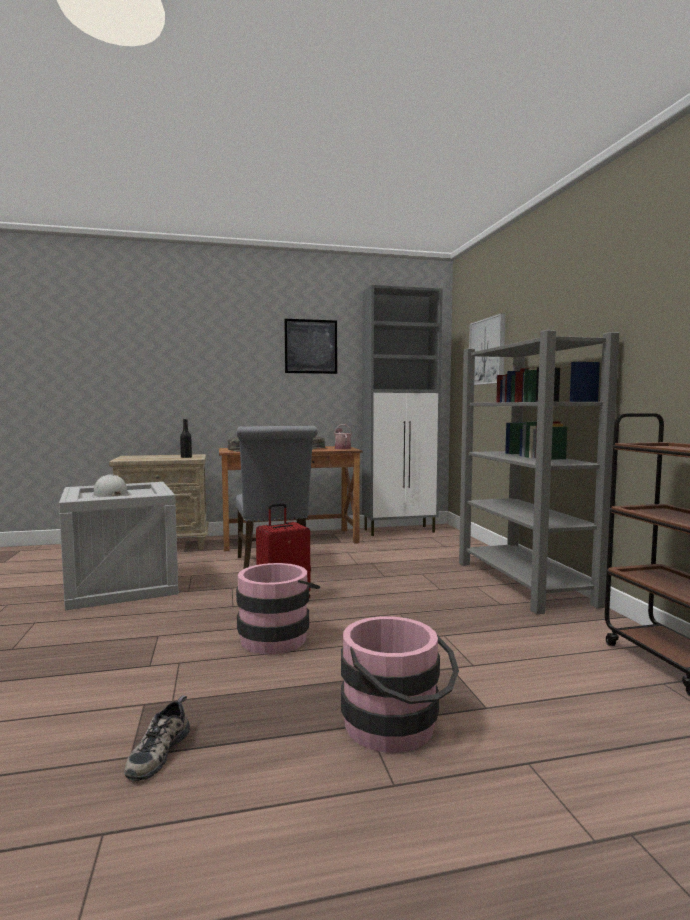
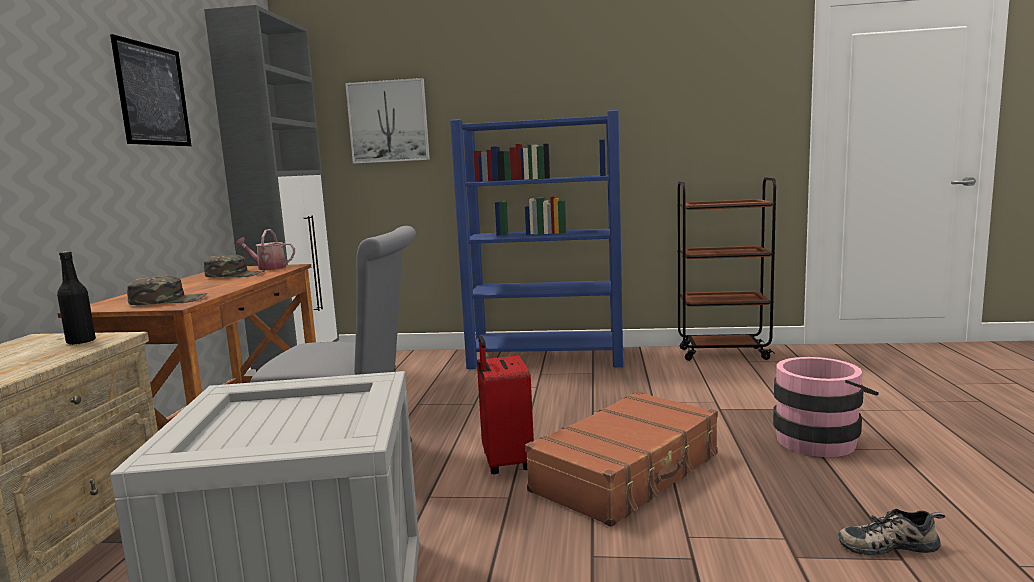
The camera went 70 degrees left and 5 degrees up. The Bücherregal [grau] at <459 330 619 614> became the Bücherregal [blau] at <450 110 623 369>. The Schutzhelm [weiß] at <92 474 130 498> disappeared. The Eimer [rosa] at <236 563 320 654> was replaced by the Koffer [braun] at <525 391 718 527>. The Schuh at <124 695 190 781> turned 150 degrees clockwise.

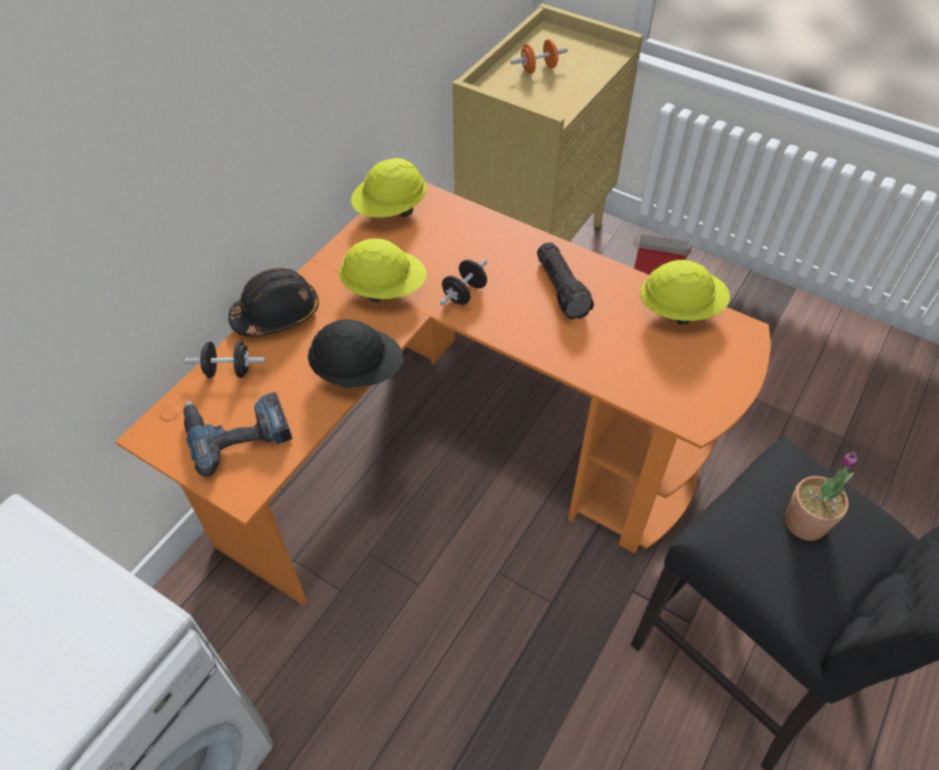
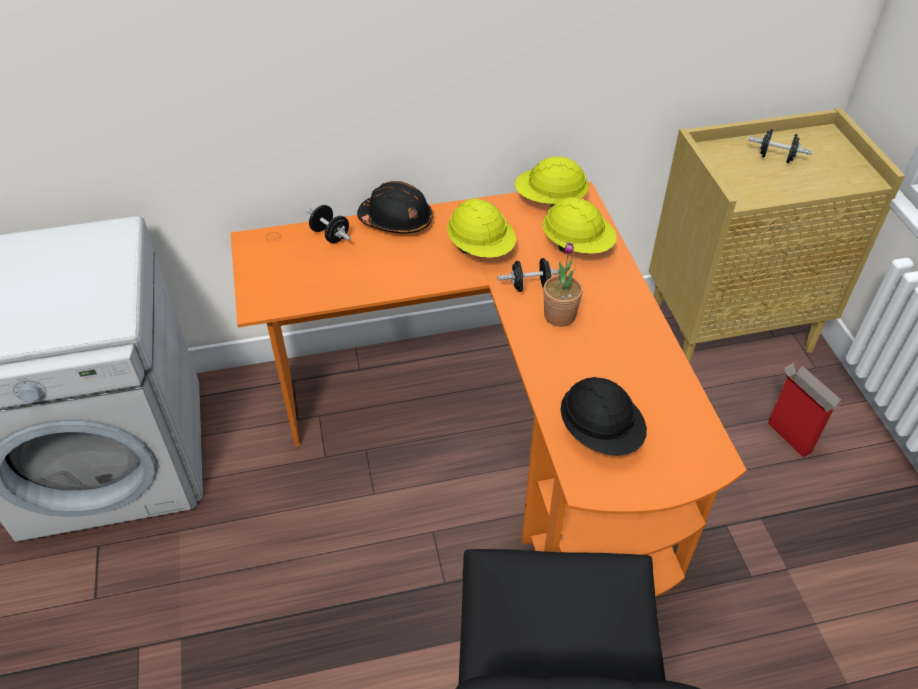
The camera went 45 degrees right and 5 degrees down. The Hantel [orange] at <511 39 568 74> became the Hantel [schwarz] at <748 129 812 163>. The Taschenlampe at <537 242 594 320> disappeared. The Schutzhelm [gelb] moved from <640 260 730 325> to <542 197 617 254>. The Schutzhelm [schwarz] moved from <308 319 403 388> to <560 377 647 456>. The Bohrmaschine at <183 392 292 477> disappeared. The Topfpflanze moved from <785 452 857 541> to <543 242 583 327>.

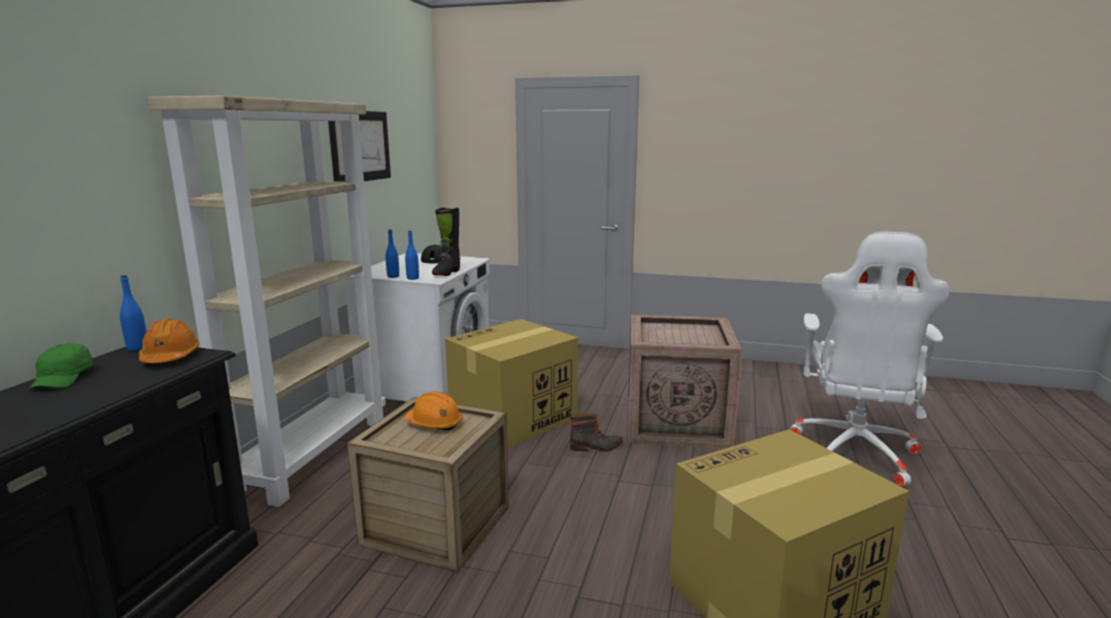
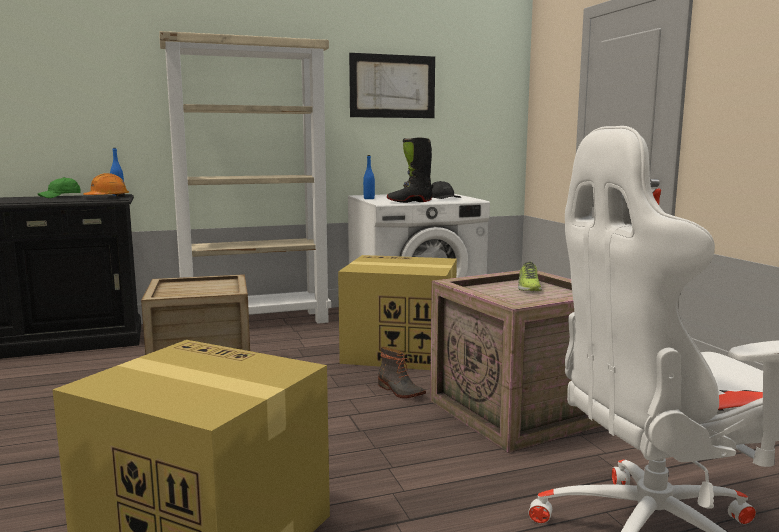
The camera went 55 degrees right and 5 degrees down. The Flasche [blau] at <405 231 419 280> disappeared. The Schutzhelm [orange] at <404 391 463 431> disappeared. The Schuh at <518 261 542 291> appeared.

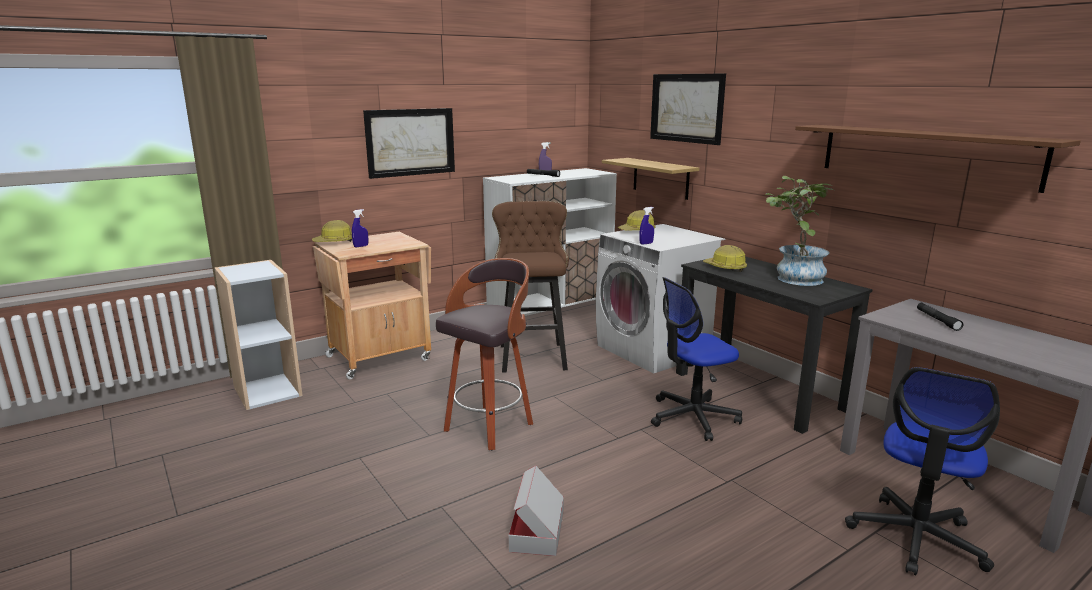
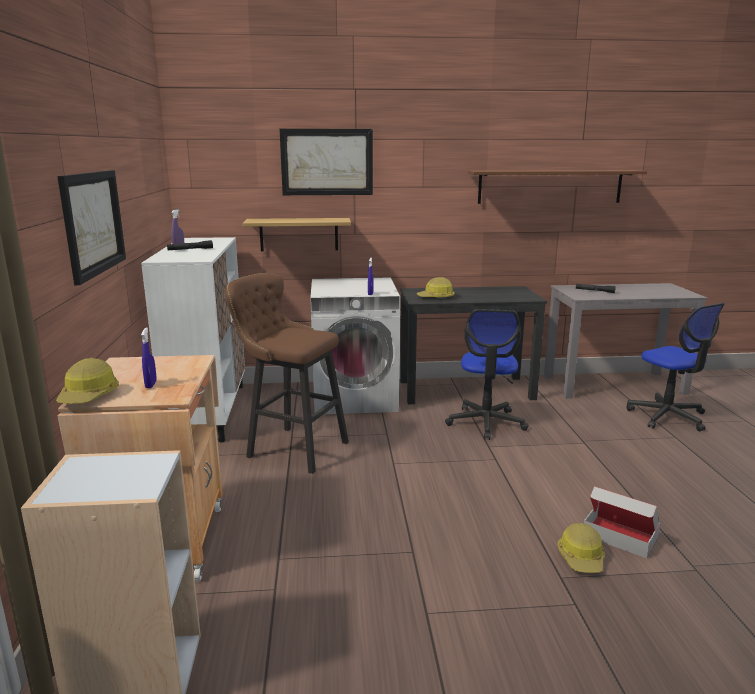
The camera went 60 degrees left and 0 degrees up. The Topfpflanze at <766 176 834 286> disappeared. The Schutzhelm moved from <618 210 656 231> to <557 523 605 573>. The Hocker at <436 258 533 451> disappeared.

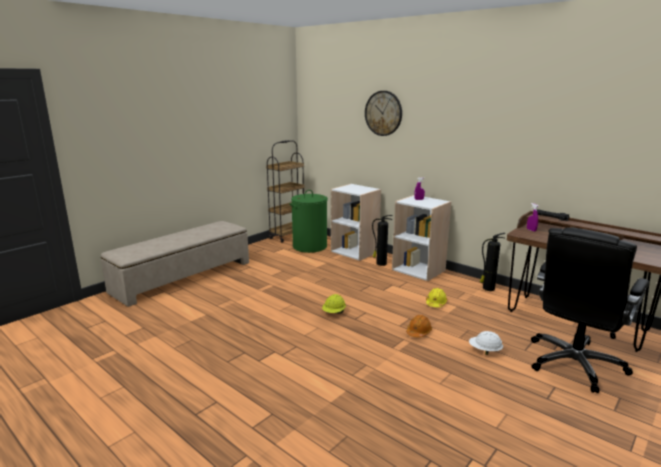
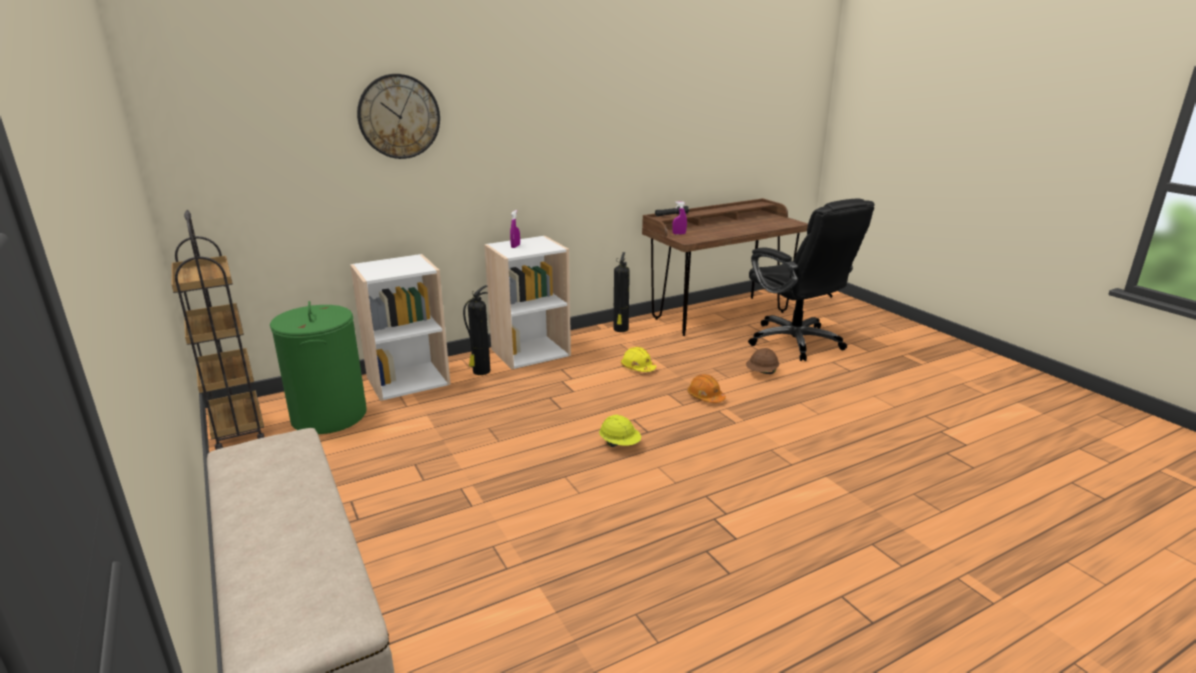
The camera went 70 degrees left and 5 degrees up. The Schutzhelm [weiß] at <469 331 503 355> became the Schutzhelm [braun] at <746 348 779 374>.

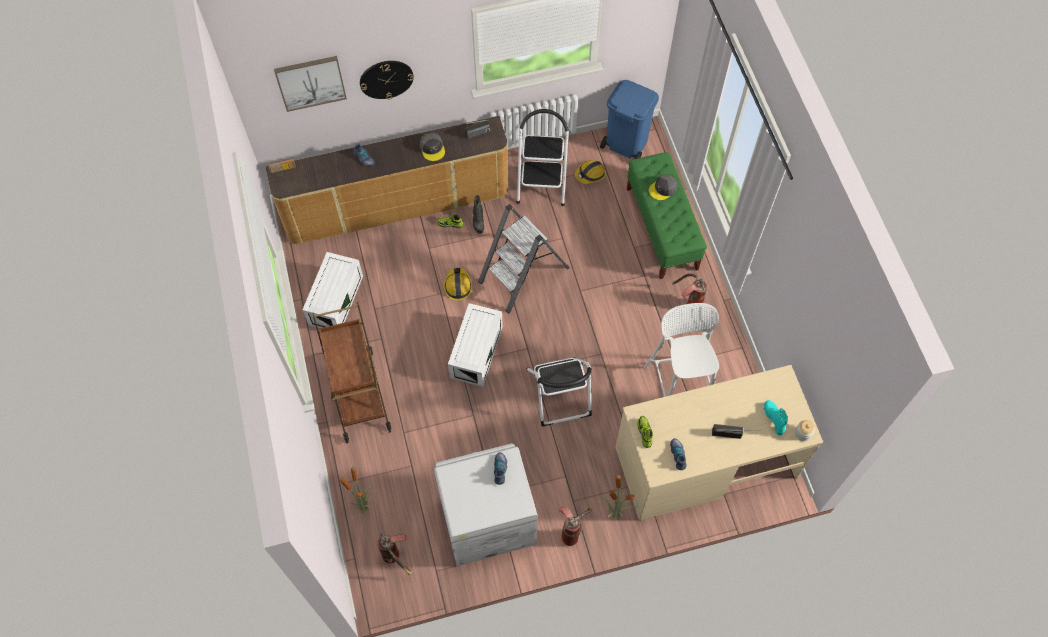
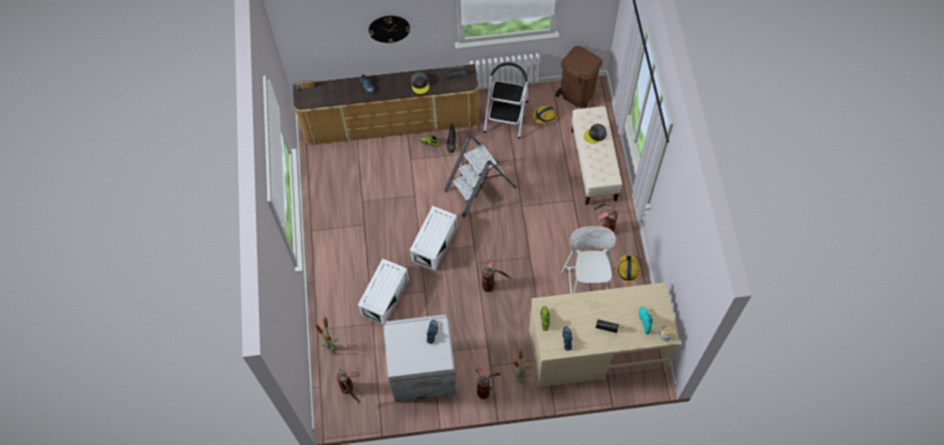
The camera went 10 degrees right and 0 degrees up. The Bild at <274 56 347 112> disappeared. The Mülleimer [blau] at <600 80 659 159> became the Mülleimer [braun] at <555 46 603 109>. The Bank [grün] at <627 152 707 279> became the Bank [beige] at <571 106 622 205>. The Aufbewahrungsbox [weiß] moved from <302 252 363 328> to <358 258 409 325>. The Schutzhelm moved from <444 268 473 301> to <617 255 640 282>. The Rollwagen [braun] at <312 302 392 443> disappeared. The Trittleiter at <526 357 592 426> was replaced by the Feuerlöscher at <481 260 512 292>.

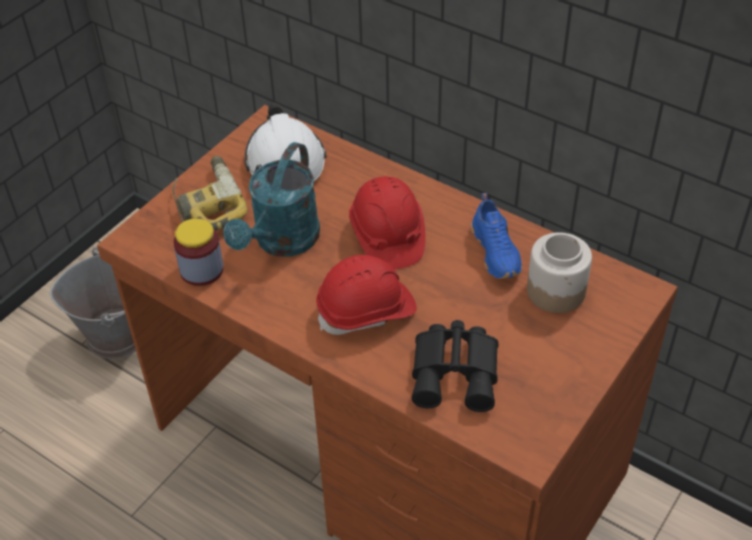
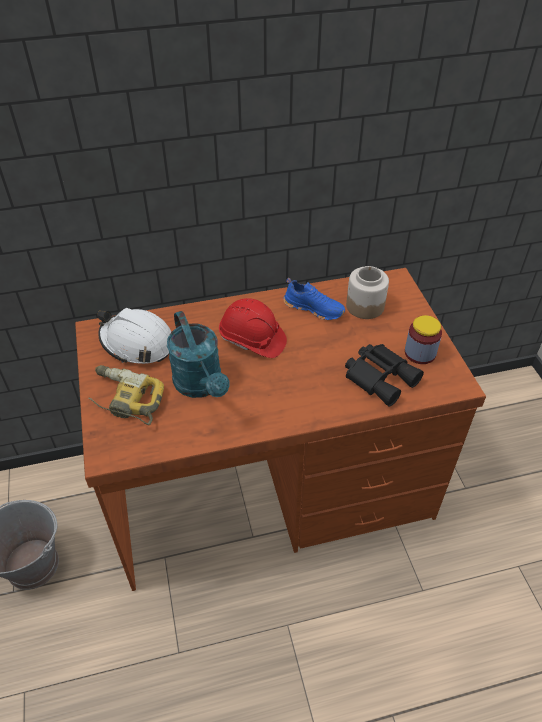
The camera went 50 degrees left and 0 degrees up. The Vorratsglas moved from <173 218 224 286> to <405 315 442 364>. The Schutzhelm [rot] at <316 255 417 335> disappeared.

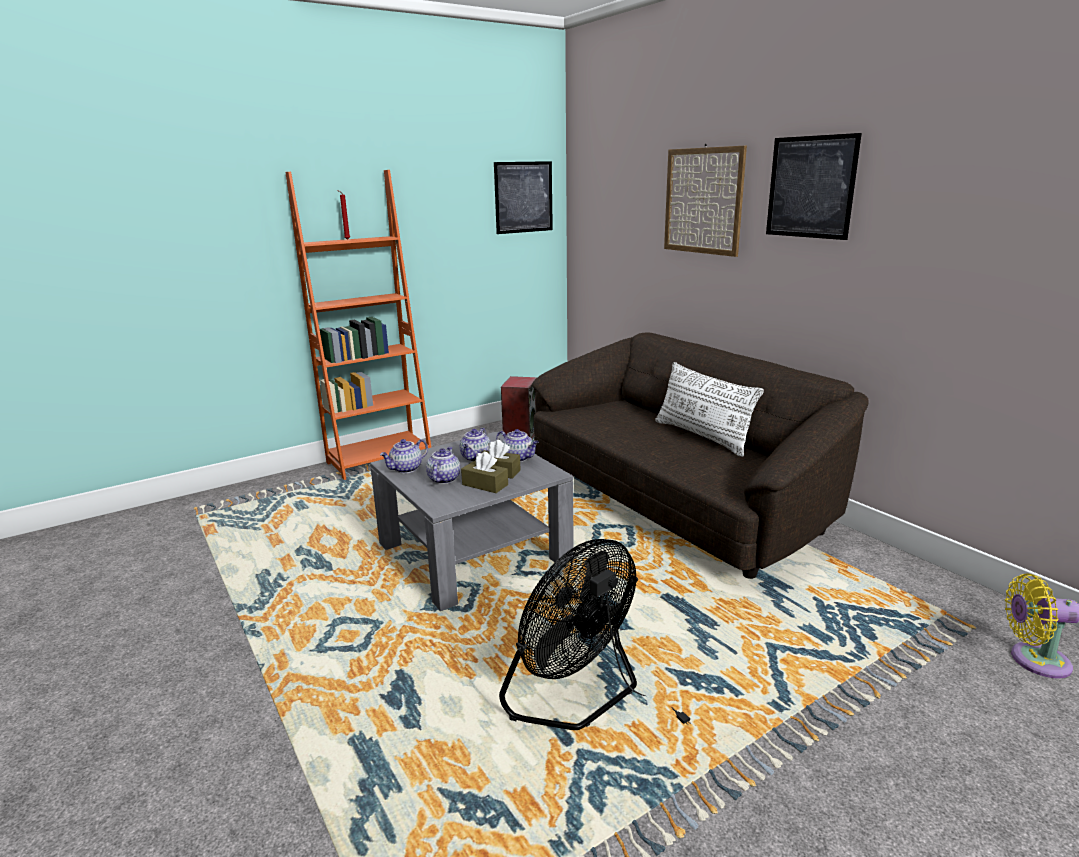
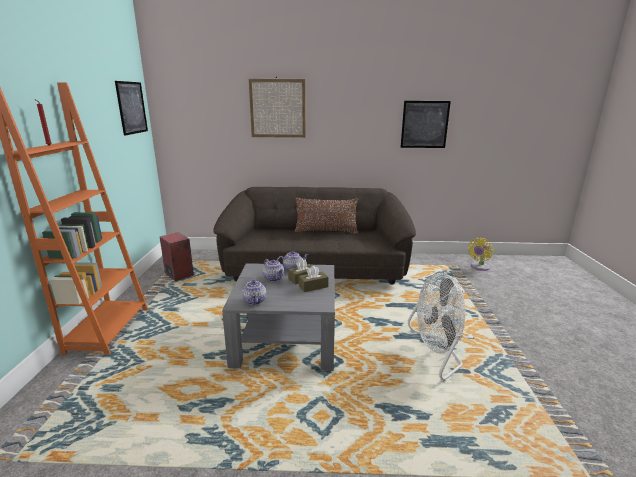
The camera went 55 degrees left and 0 degrees up. The Bild moved from <766 133 862 240> to <401 101 451 148>. The Kissen [weiß] at <655 362 764 457> became the Kissen [braun] at <295 198 358 234>. The Teekanne at <426 447 460 484> disappeared. The Ventilator [schwarz] at <499 539 690 730> became the Ventilator [weiß] at <408 272 474 382>.

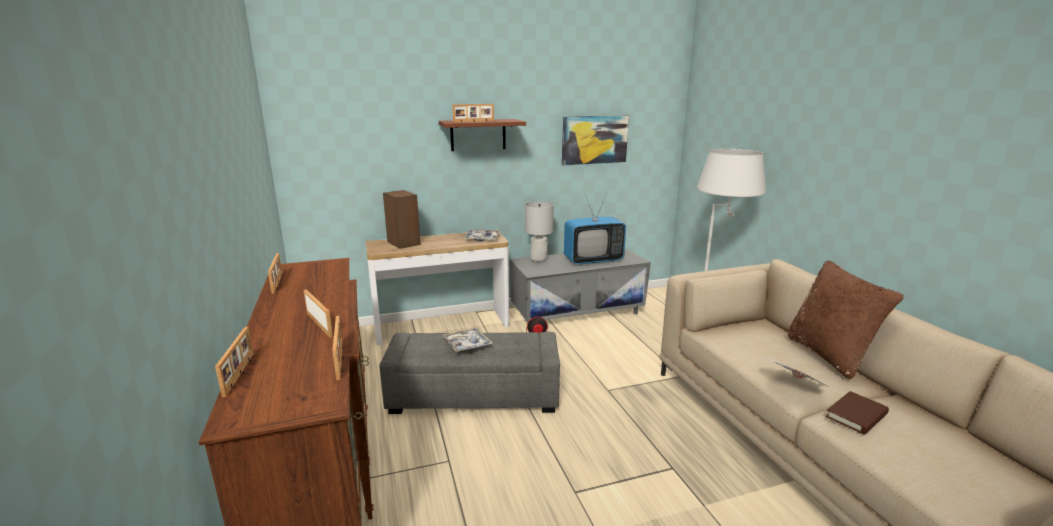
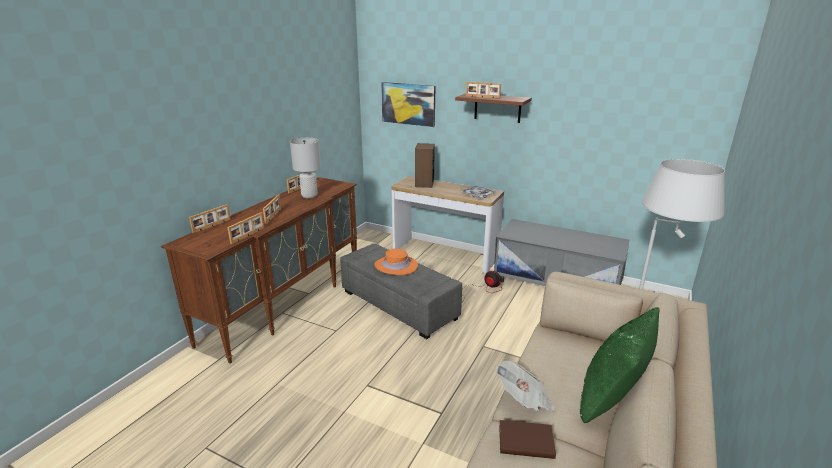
The camera went 45 degrees right and 5 degrees up. The Bild moved from <562 115 629 165> to <381 82 435 127>. The Fernseher at <564 192 626 265> disappeared. The Tischlampe [grau] moved from <525 201 554 262> to <290 138 321 198>. The Kissen [braun] at <787 261 904 379> became the Kissen [grün] at <580 307 659 423>. The Tablett at <443 328 493 353> was replaced by the Hut [orange] at <374 249 418 275>.

